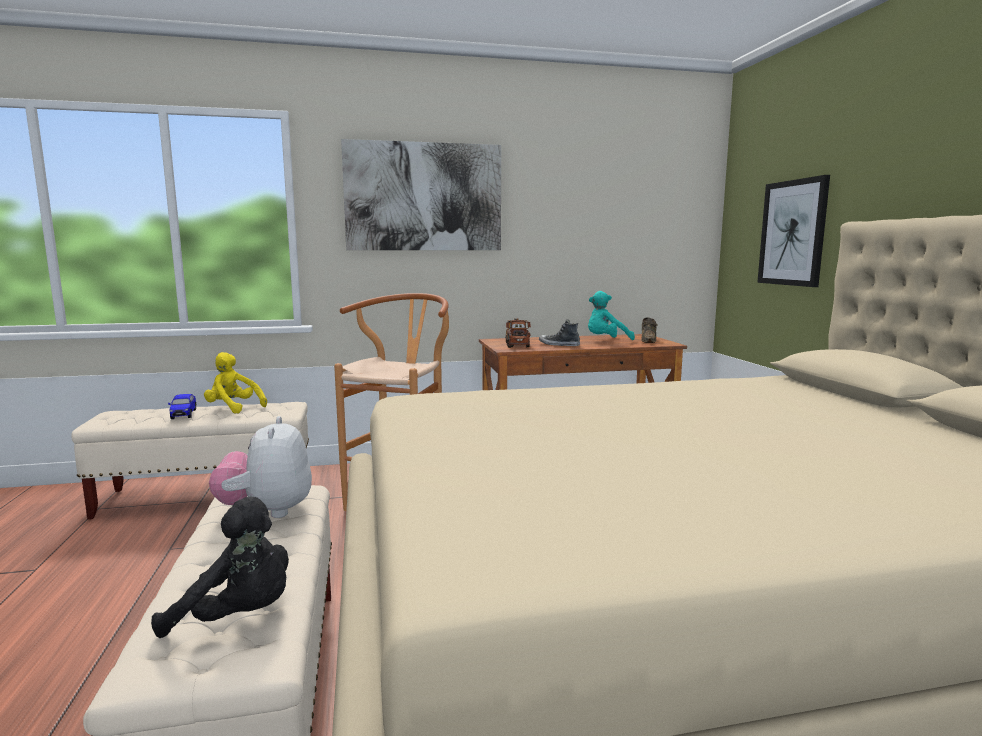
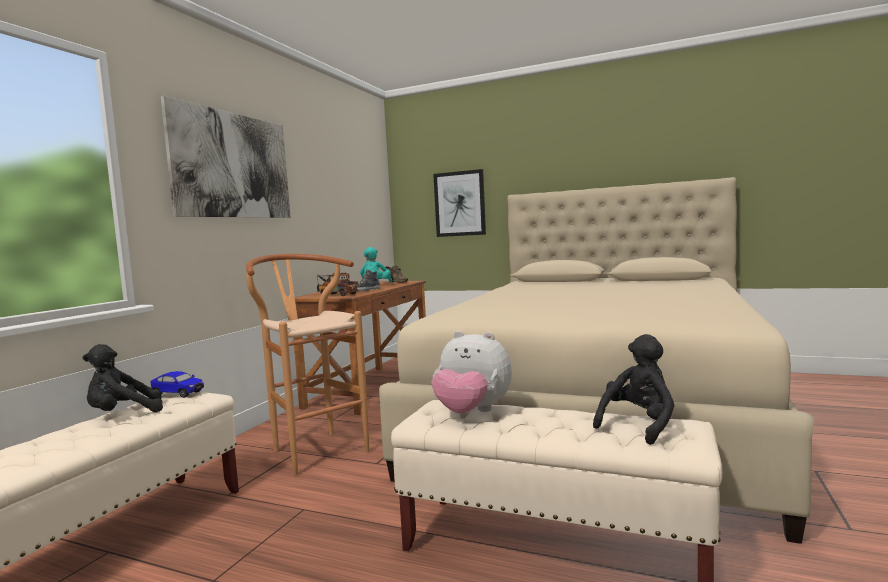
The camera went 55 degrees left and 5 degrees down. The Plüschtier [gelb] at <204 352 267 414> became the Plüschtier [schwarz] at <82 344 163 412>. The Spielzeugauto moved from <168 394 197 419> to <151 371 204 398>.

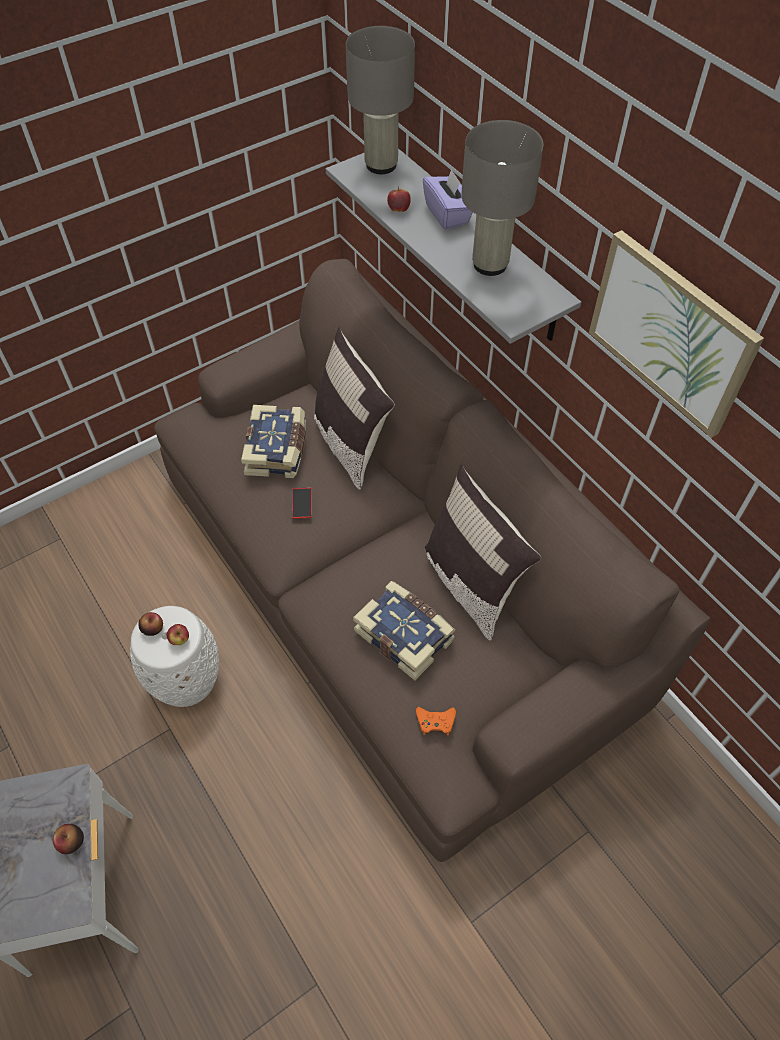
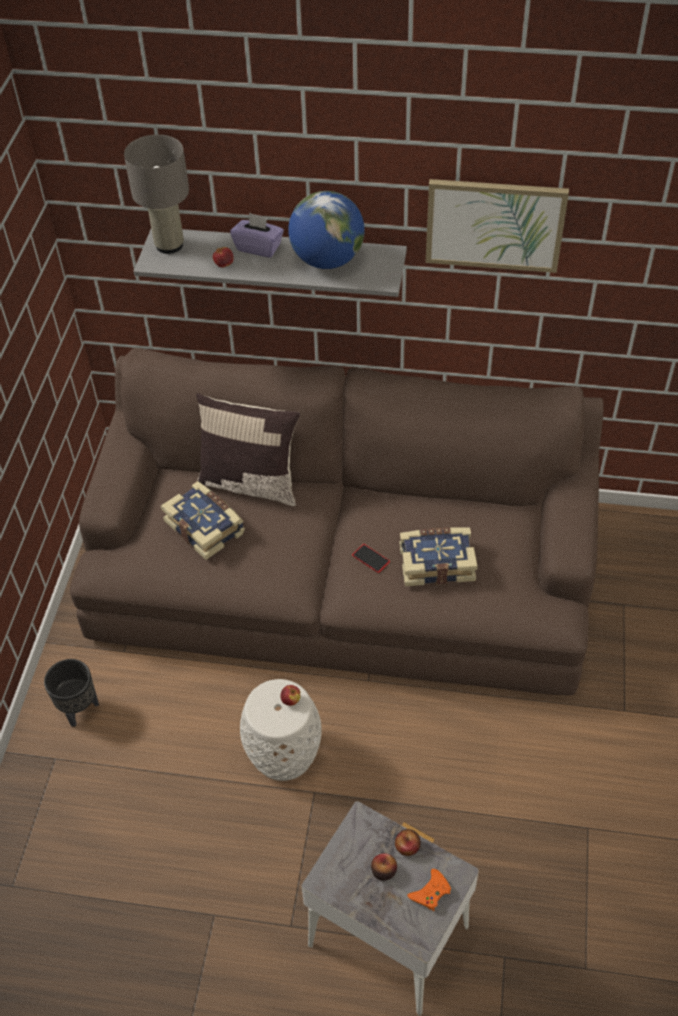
The camera went 45 degrees left and 5 degrees down. The Tischlampe [grau] at <462 120 544 276> was replaced by the Globus at <288 191 365 269>. The Kissen at <425 464 541 640> disappeared. The Handy moved from <292 488 312 519> to <352 544 390 573>. The Apfel moved from <138 612 163 636> to <371 853 397 881>. The Gamepad [orange] moved from <416 707 456 735> to <407 869 451 911>. The Pflanzkübel [schwarz] at <44 659 99 727> appeared.

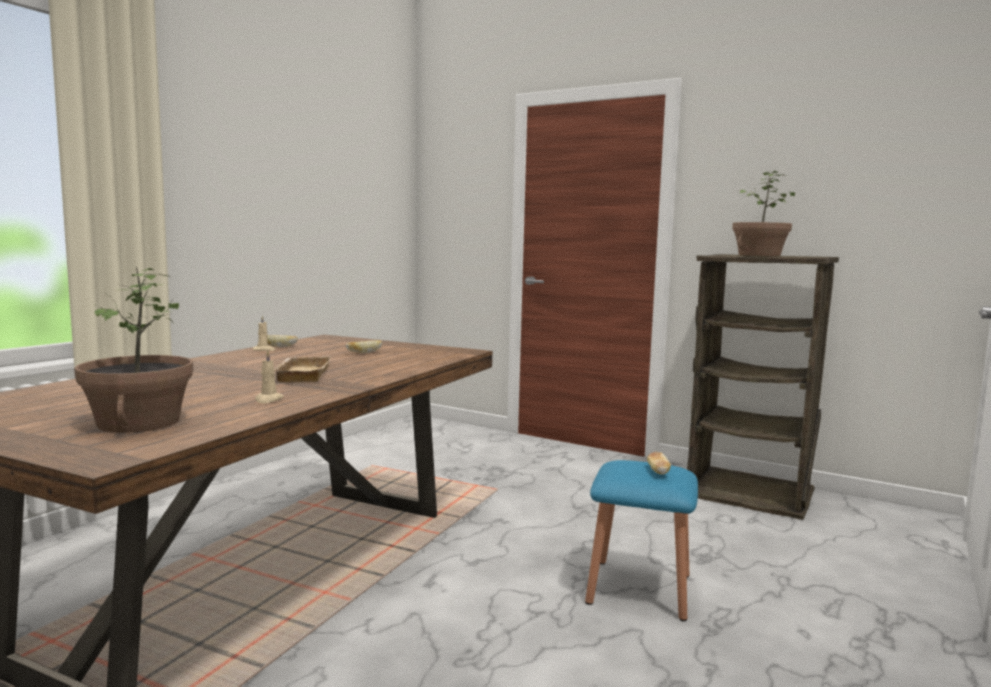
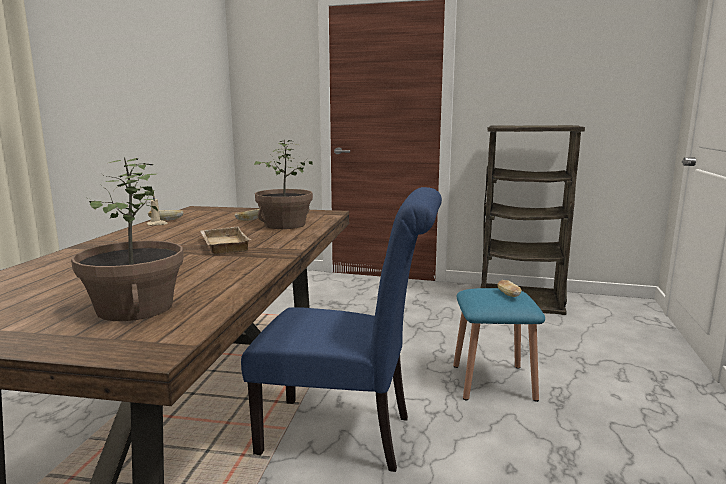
The camera went 15 degrees left and 5 degrees up. The Topfpflanze moved from <732 171 795 256> to <254 140 313 229>. The Kerze [beige] at <255 350 284 403> disappeared. The Stuhl [blau] at <241 187 442 472> appeared.

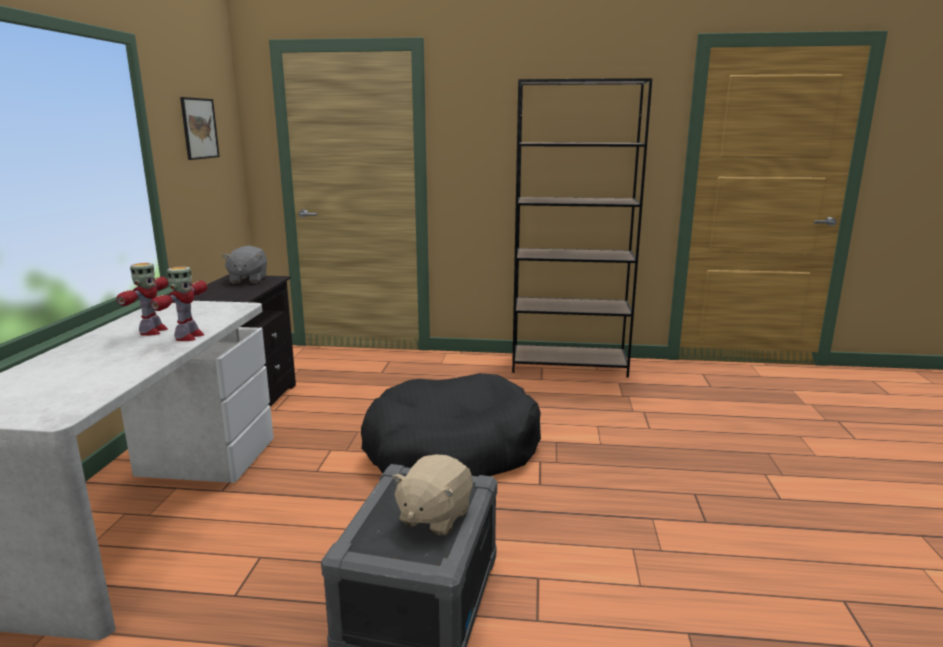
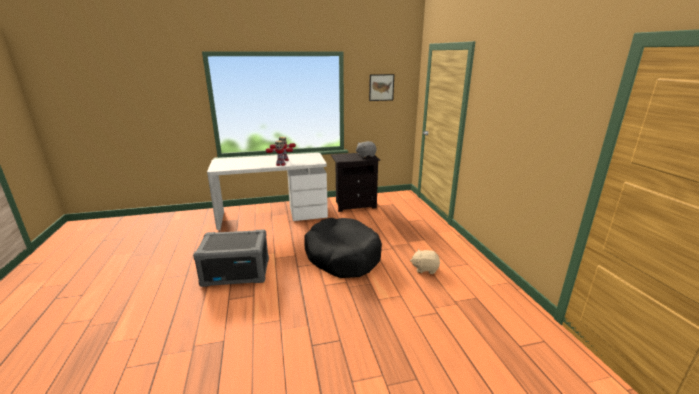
The camera went 70 degrees right and 5 degrees up. The Bücherregal [beige] at <512 78 652 378> disappeared. The Plüschtier [beige] moved from <392 454 473 536> to <410 249 440 274>.

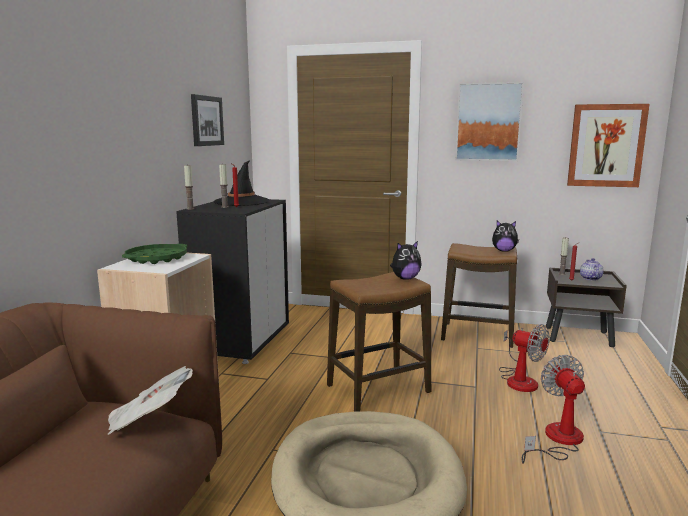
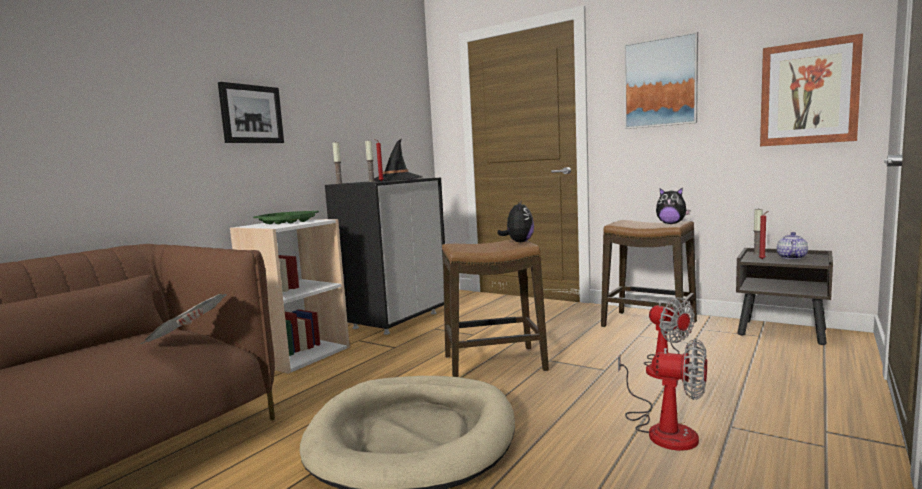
The camera went 20 degrees right and 5 degrees down. The Bild moved from <191 94 224 146> to <218 82 284 143>. The Plüschtier at <390 241 422 280> turned 75 degrees counterclockwise. The Ventilator at <521 355 585 464> turned 105 degrees clockwise.

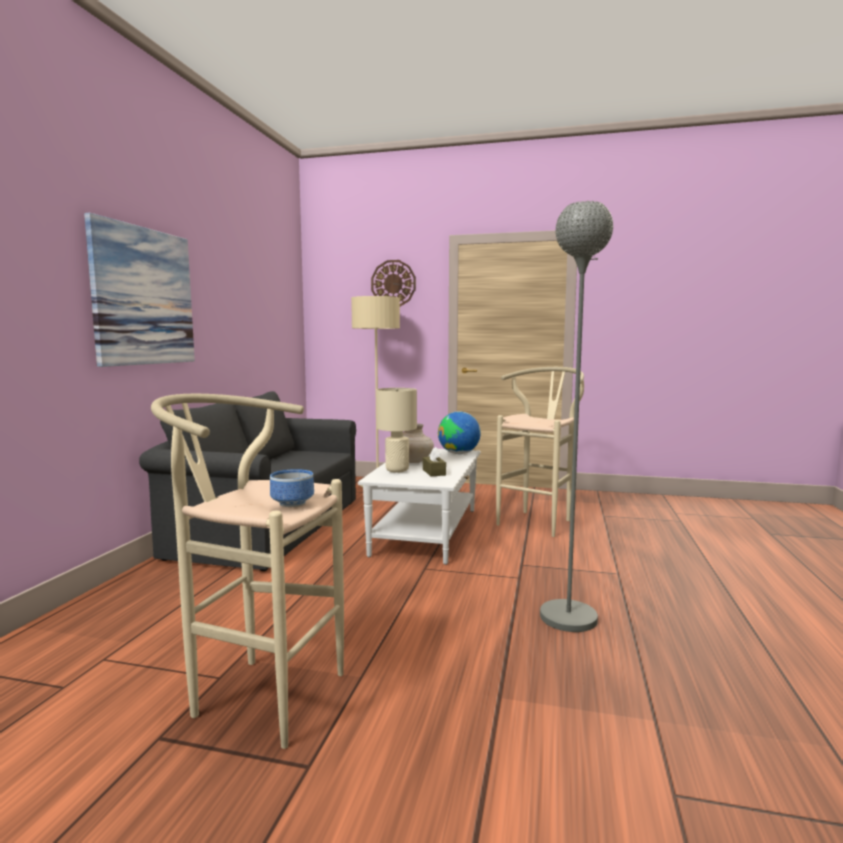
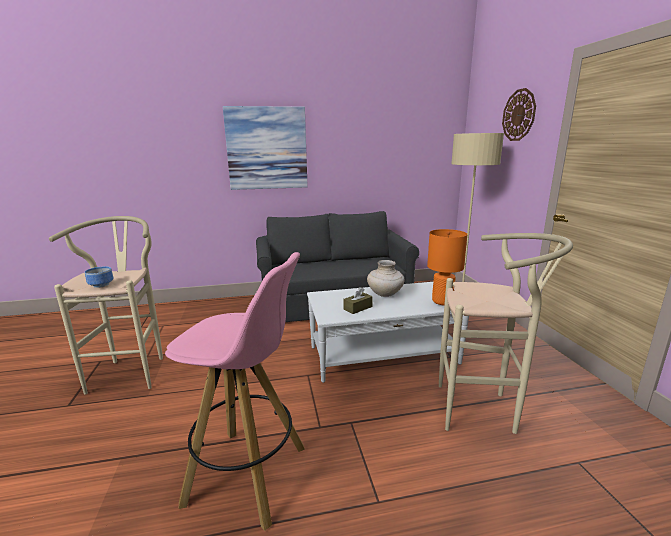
The camera went 65 degrees right and 10 degrees up. The Stehlampe [grau] at <540 201 613 632> was replaced by the Hocker [rosa] at <165 252 305 531>. The Tischlampe [beige] at <377 388 417 473> disappeared. The Globus at <438 412 481 454> was replaced by the Tischlampe [orange] at <427 229 468 305>.

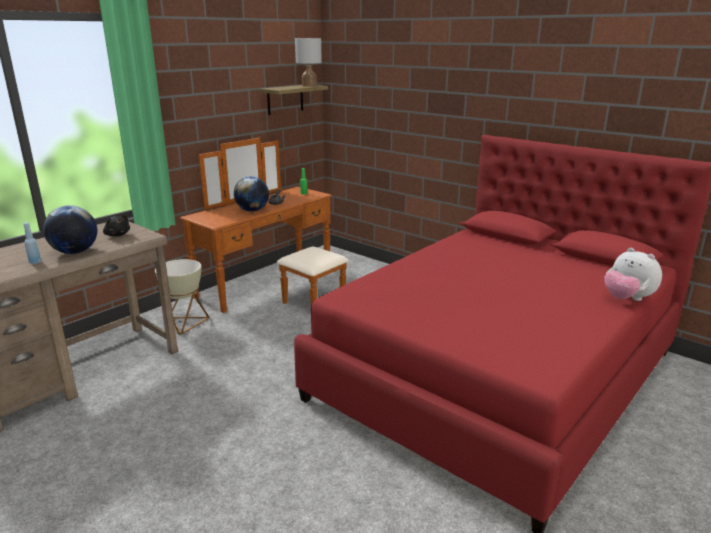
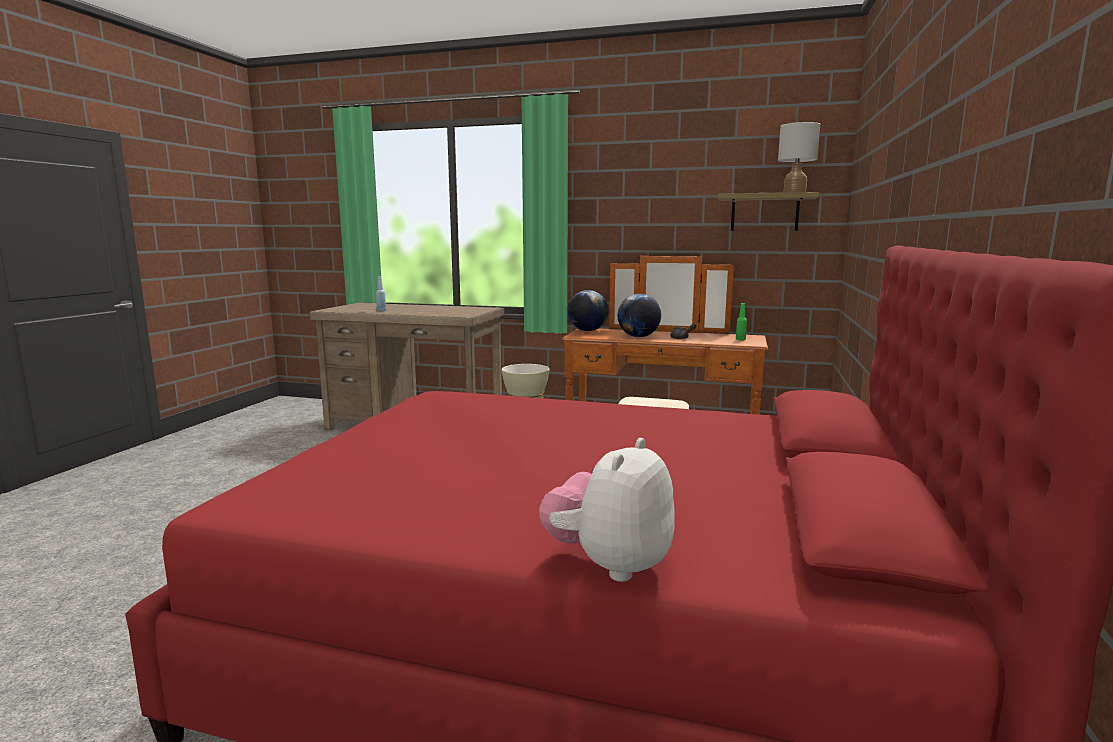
The camera went 65 degrees right and 10 degrees down. The Globus moved from <43 205 97 254> to <568 290 609 331>. The Plüschtier [schwarz] at <103 215 130 237> disappeared.

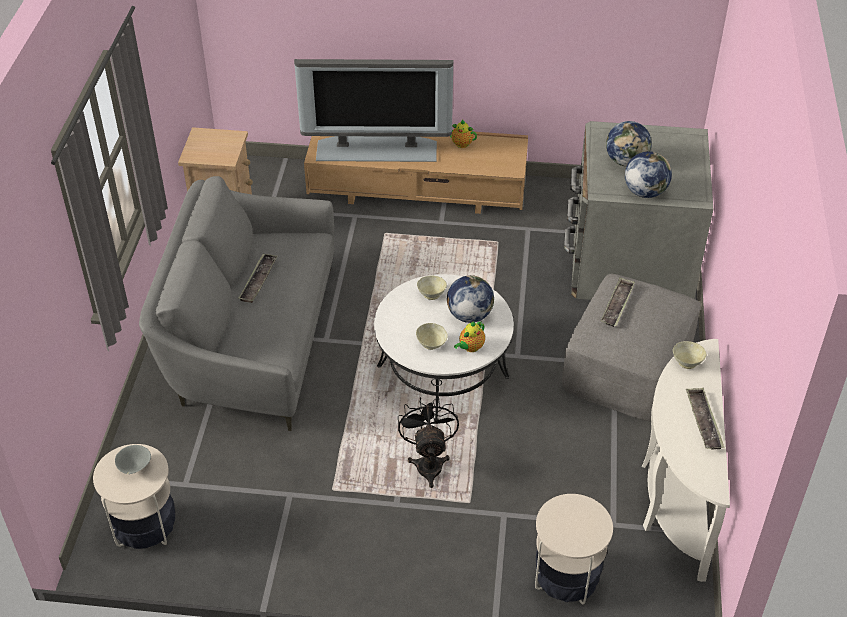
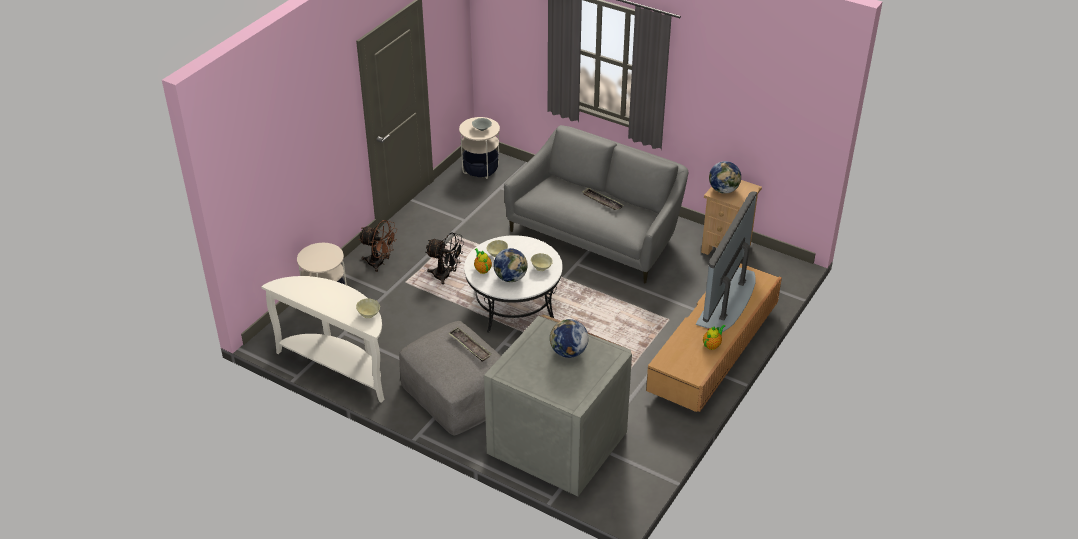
The camera went 115 degrees right and 5 degrees down. The Globus moved from <625 151 672 198> to <709 161 741 194>. The Tablett at <686 388 725 450> disappeared. The Ventilator [braun] at <358 220 397 272> appeared.

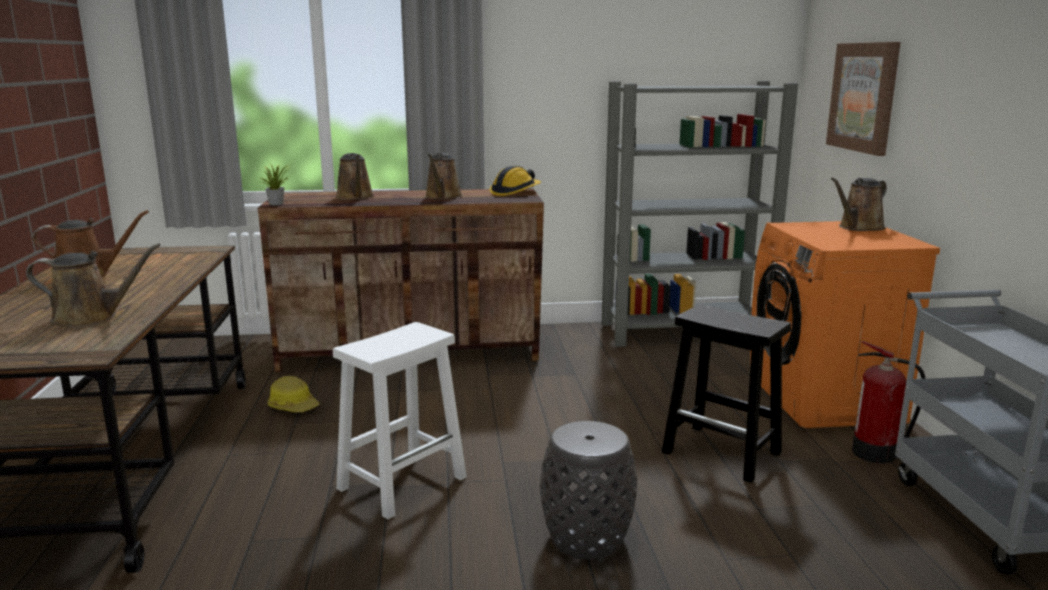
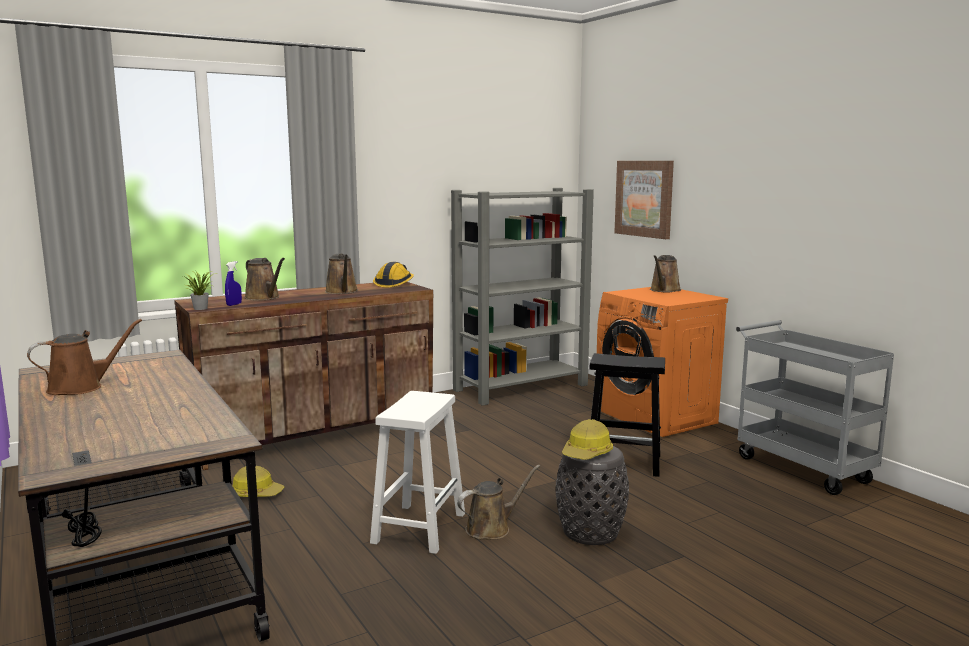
The camera went 25 degrees left and 5 degrees down. The Gießkanne [braun] moved from <26 243 161 328> to <457 465 540 540>. The Feuerlöscher at <852 341 926 463> disappeared. The Sprühflasche [blau] at <225 261 242 306> appeared. The Schutzhelm at <562 419 613 460> appeared.

